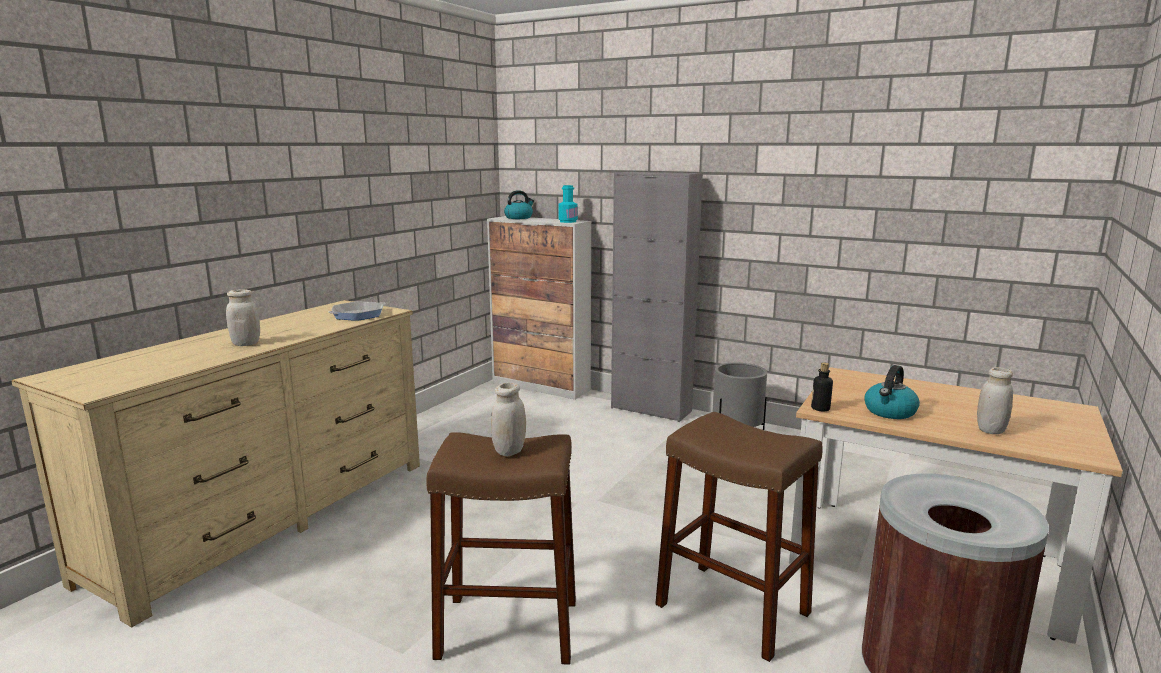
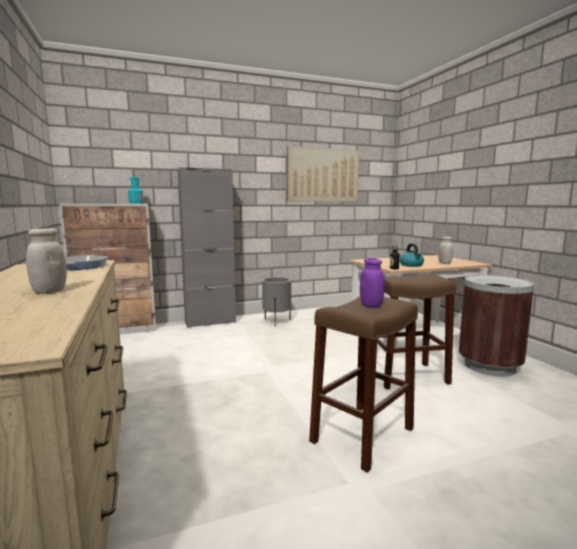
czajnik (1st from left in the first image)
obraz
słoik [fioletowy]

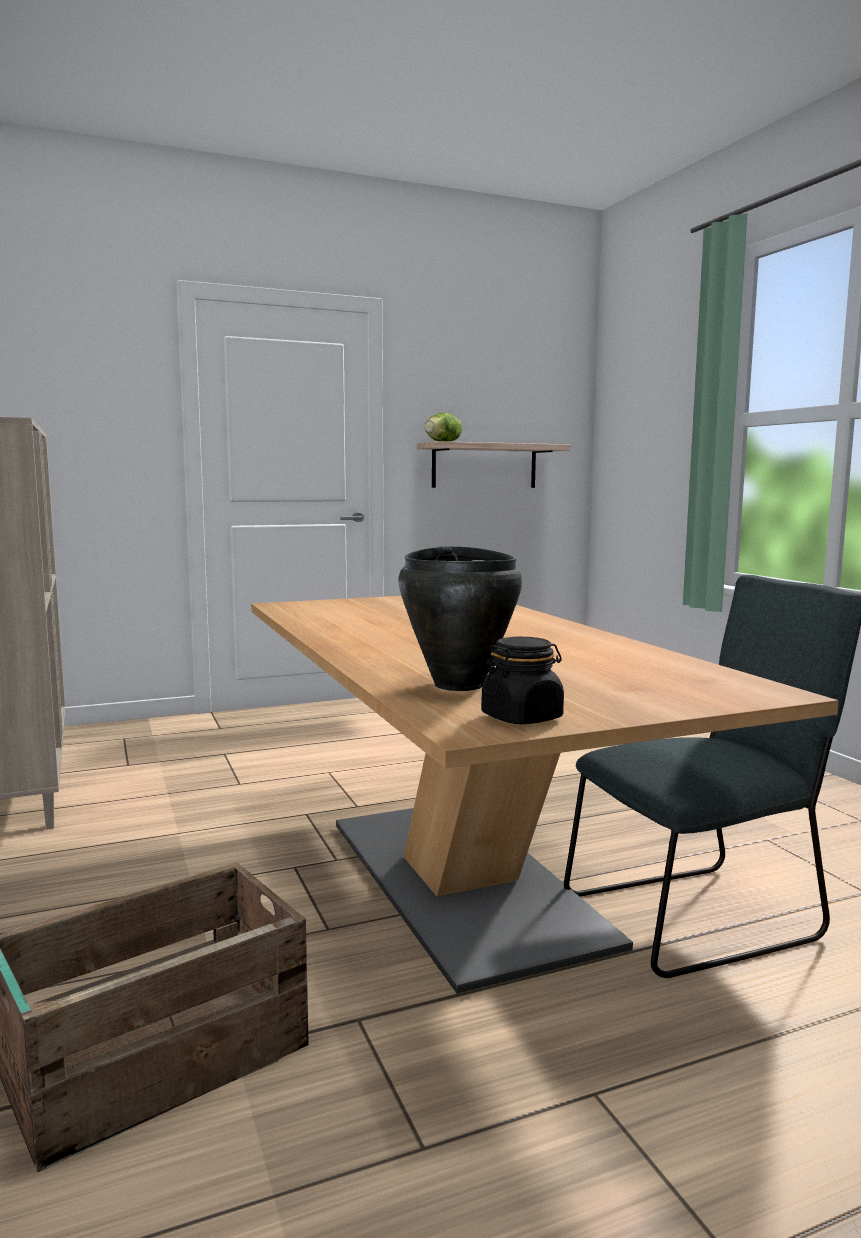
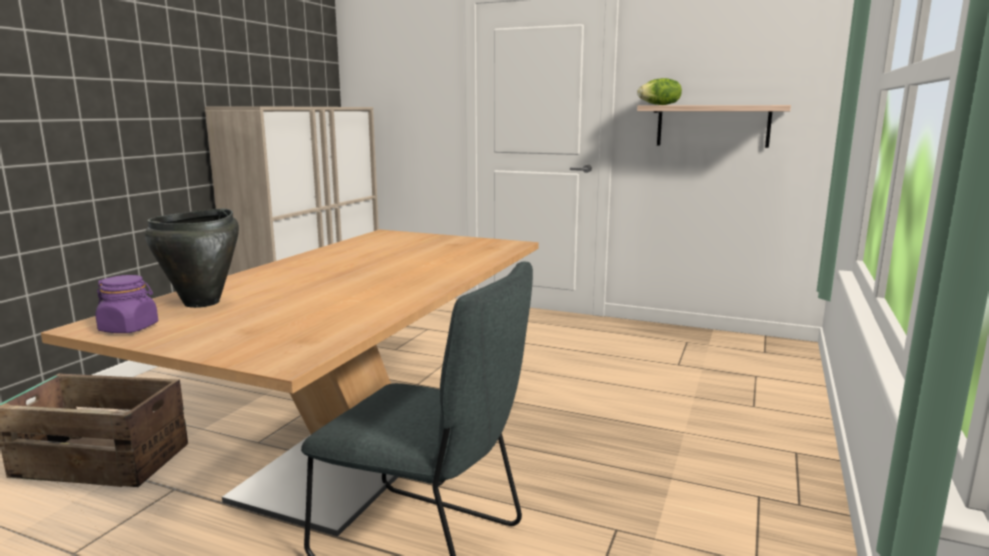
słoik [fioletowy]

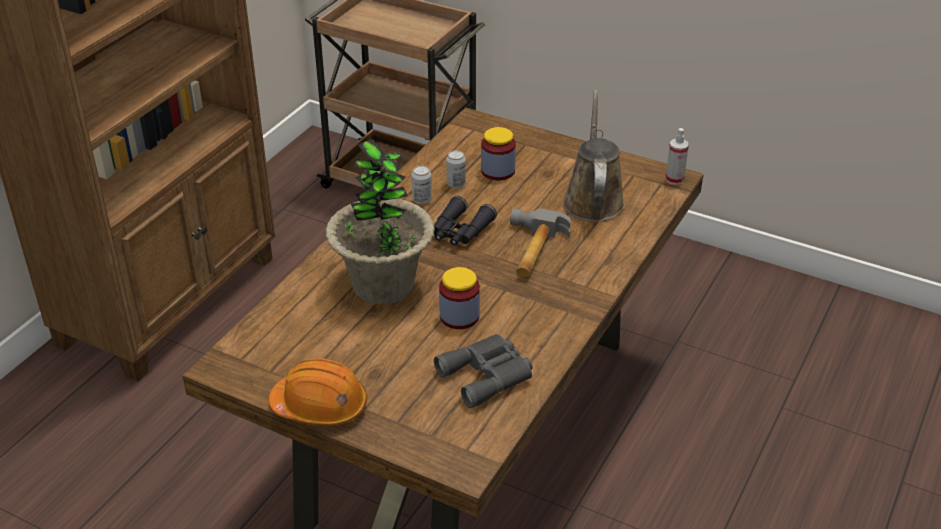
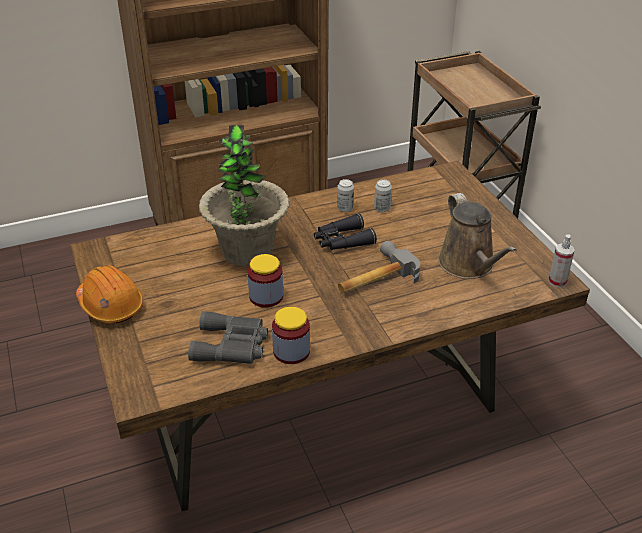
słoik (2nd from left)
konewka [brązowy]

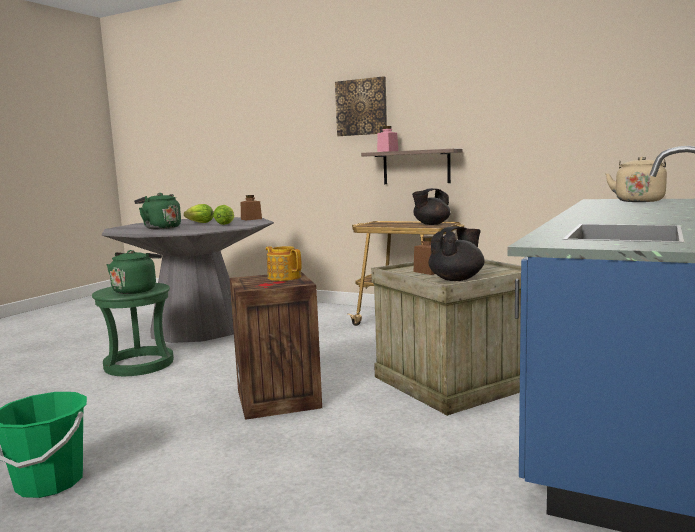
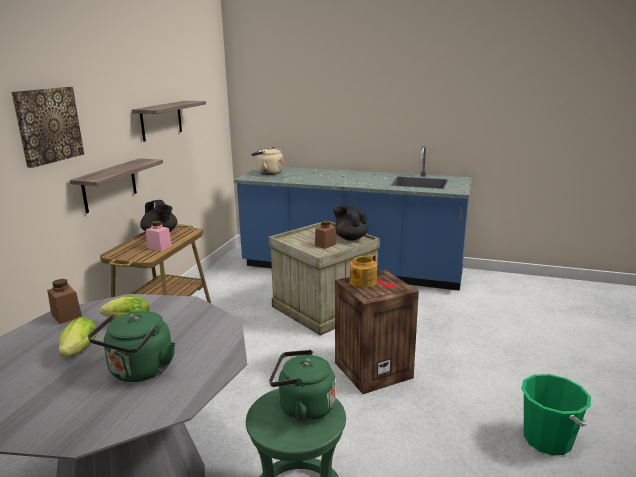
półka (2nd from left)
słoik [różowy]

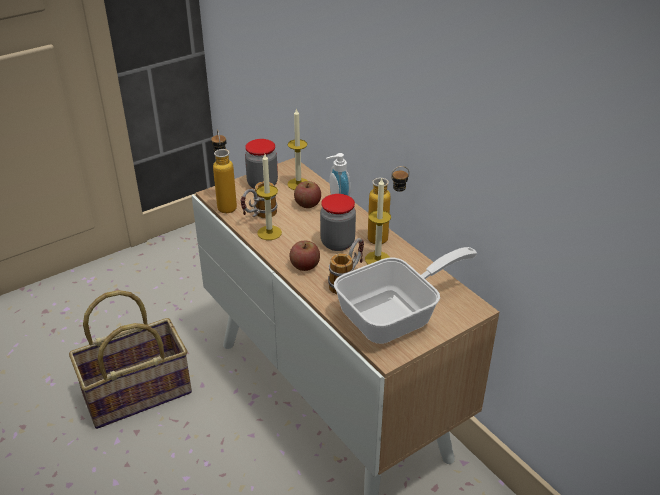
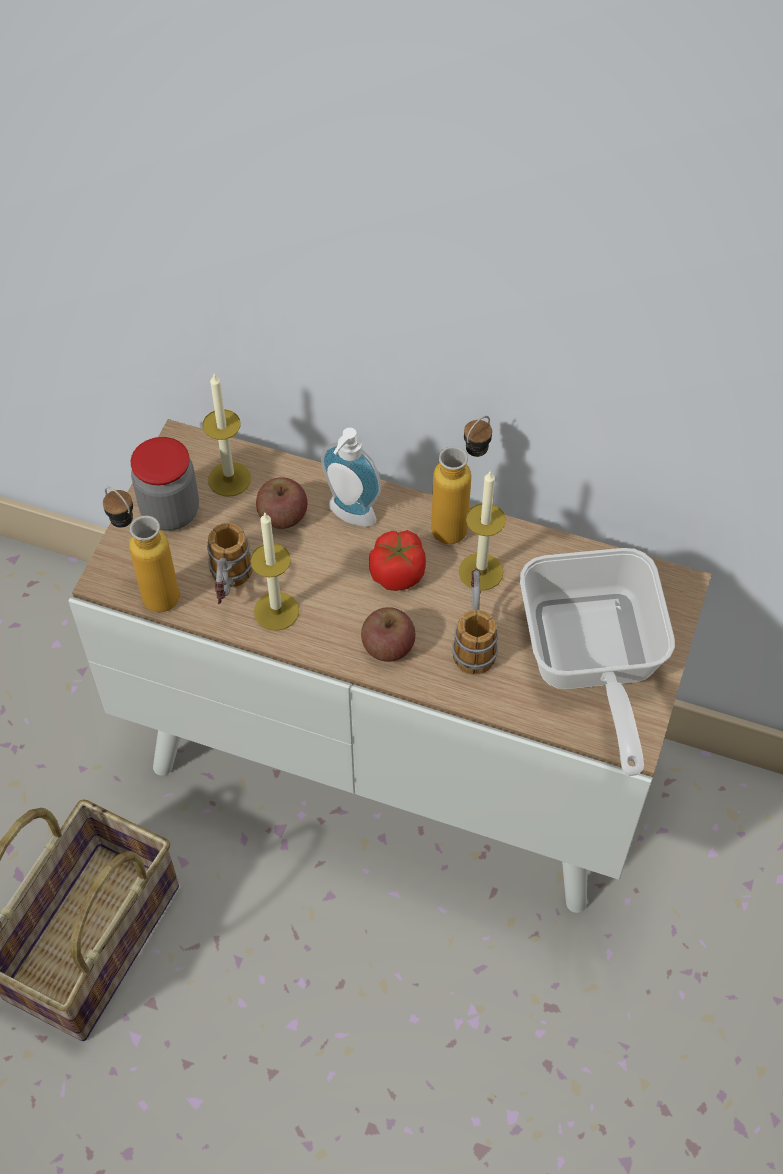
pomidor
patelnia

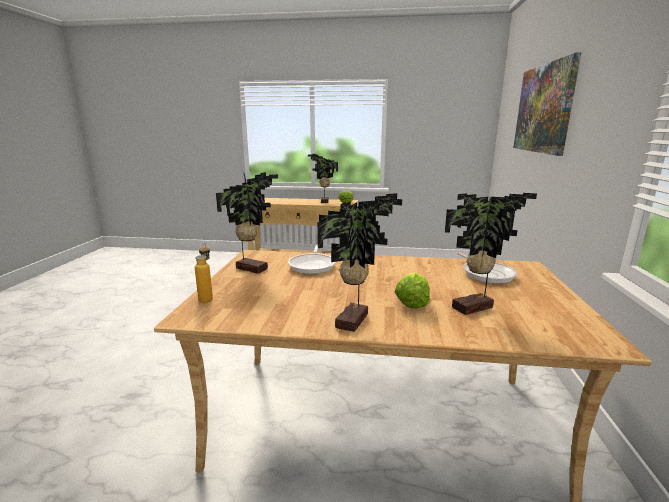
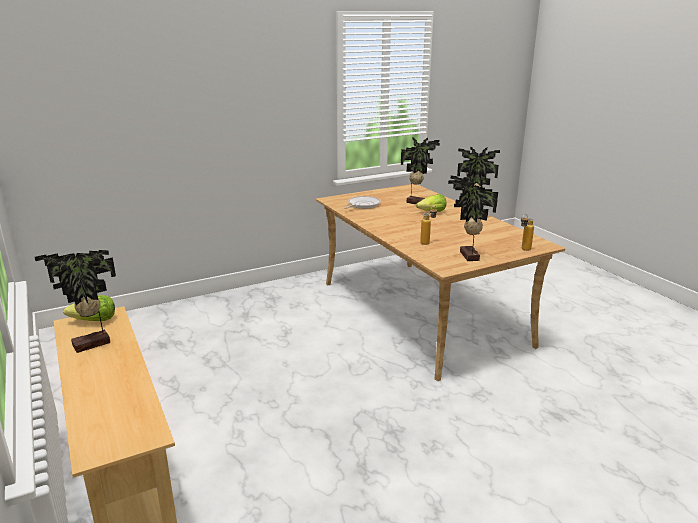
obraz
butelka (1st from left)

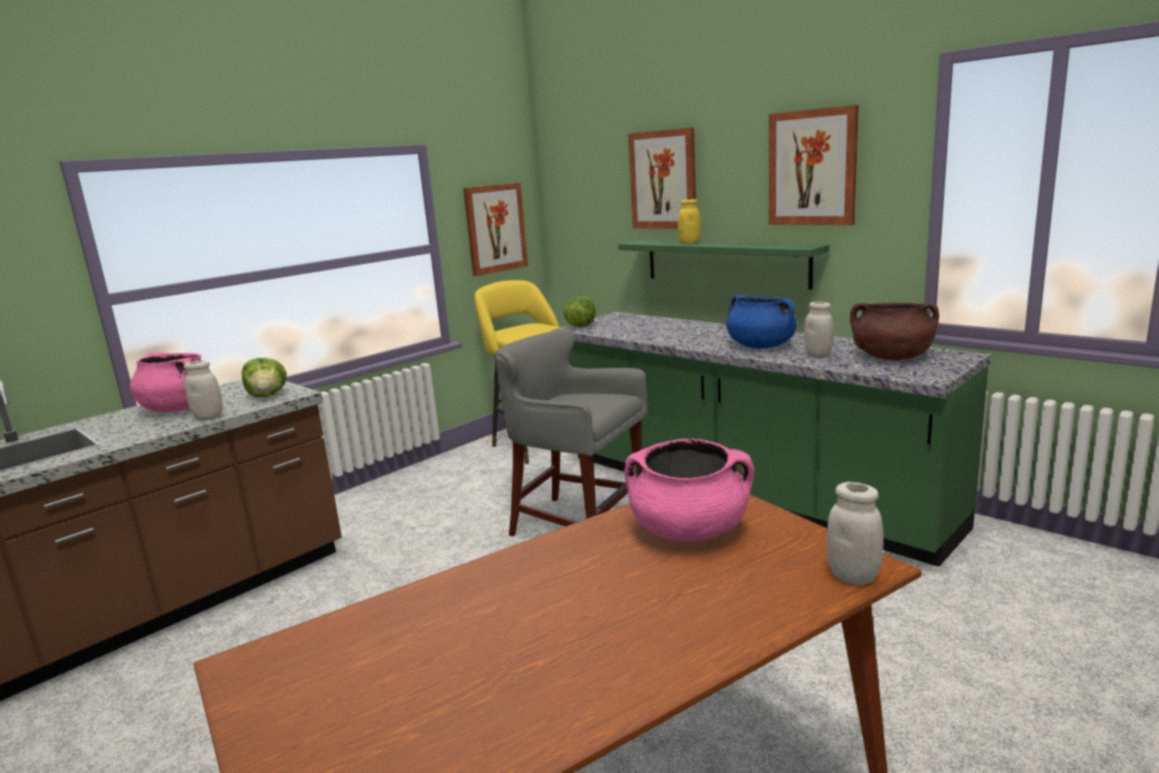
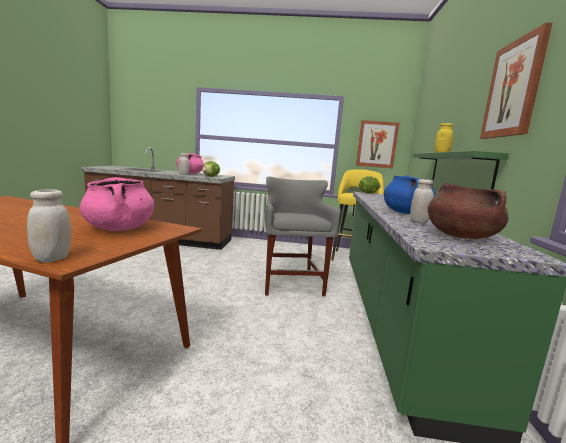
obraz (2nd from left in the first image)

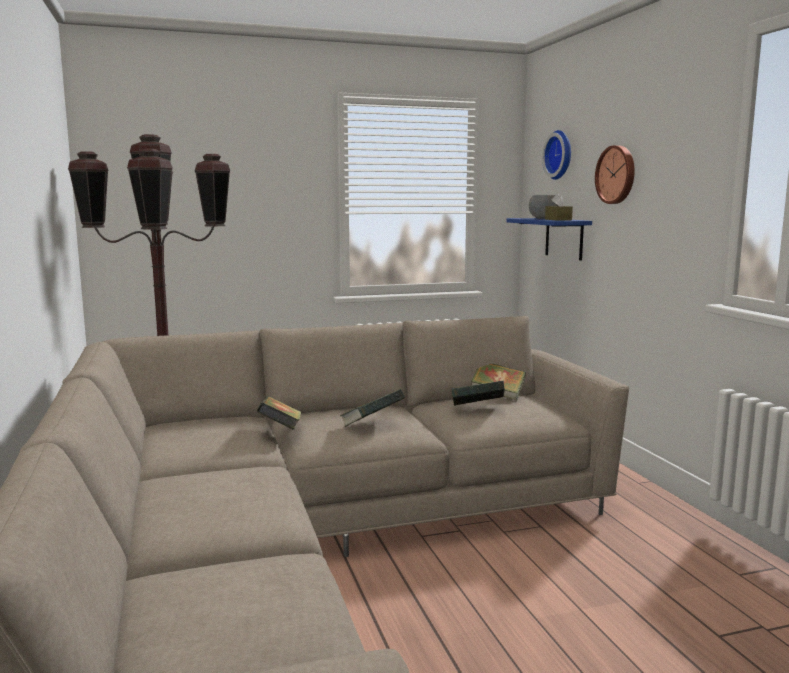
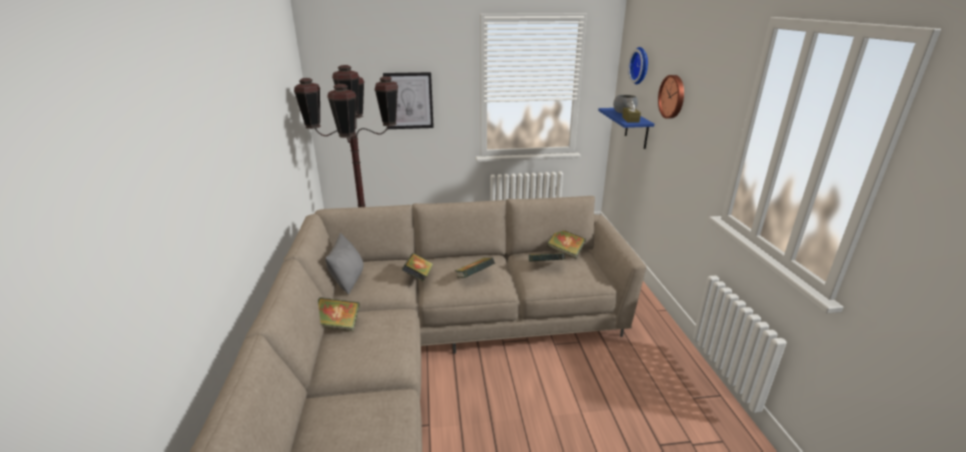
książka (1st from left)
poduszka [szary]
obraz

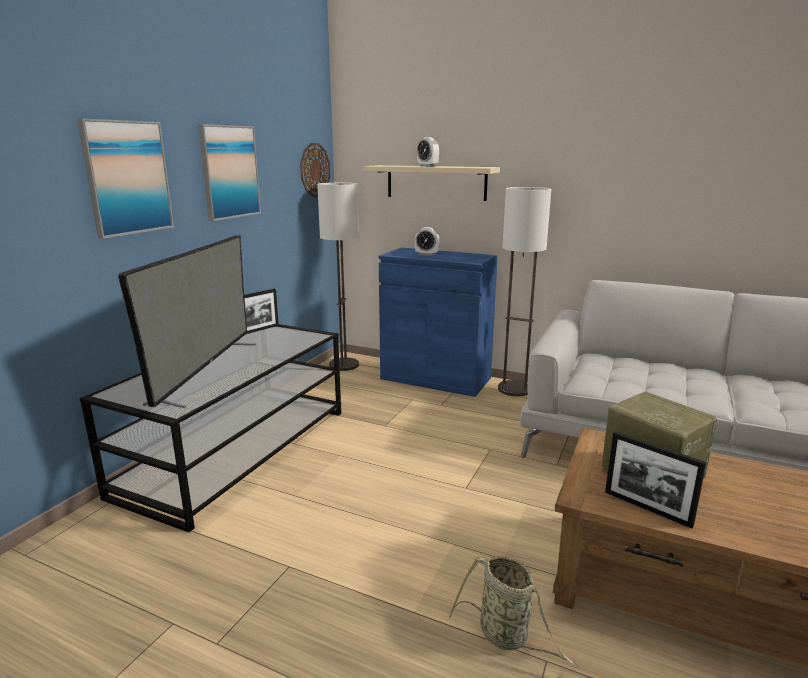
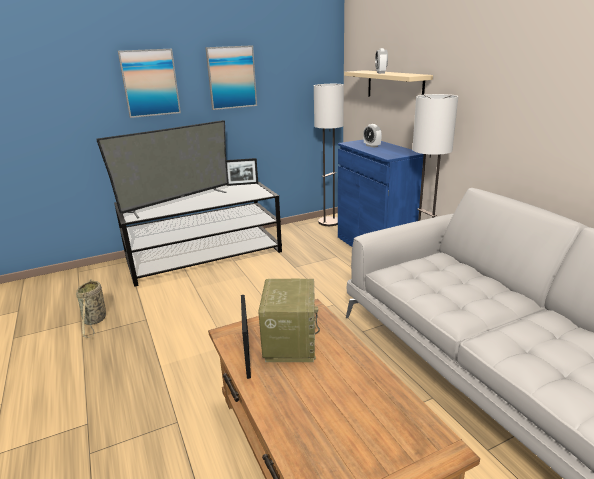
zegar ścienny
koszyk

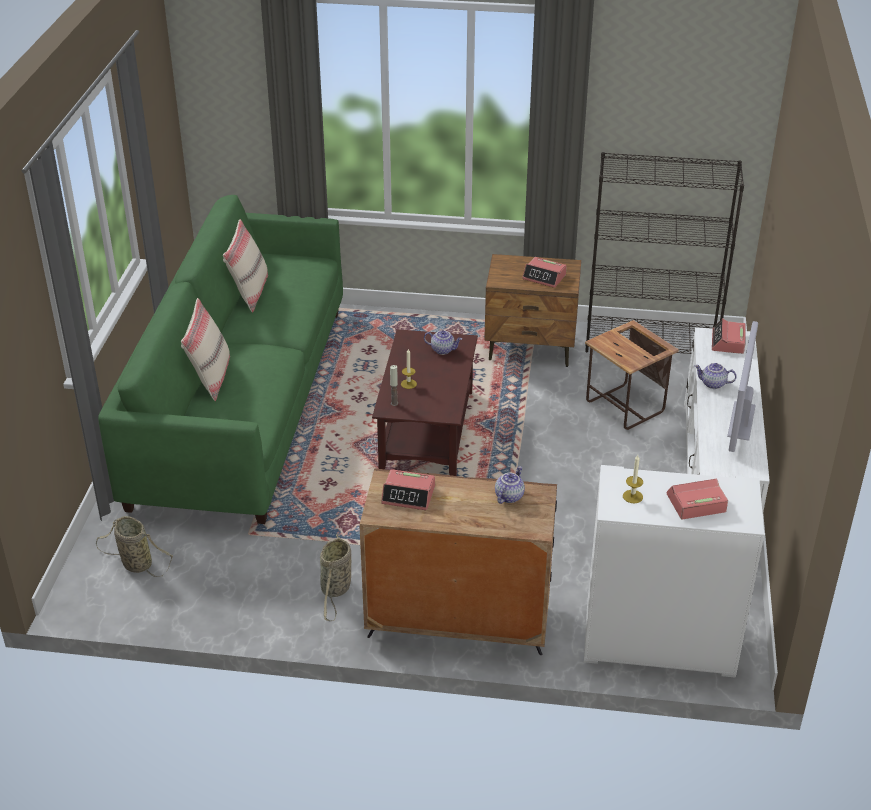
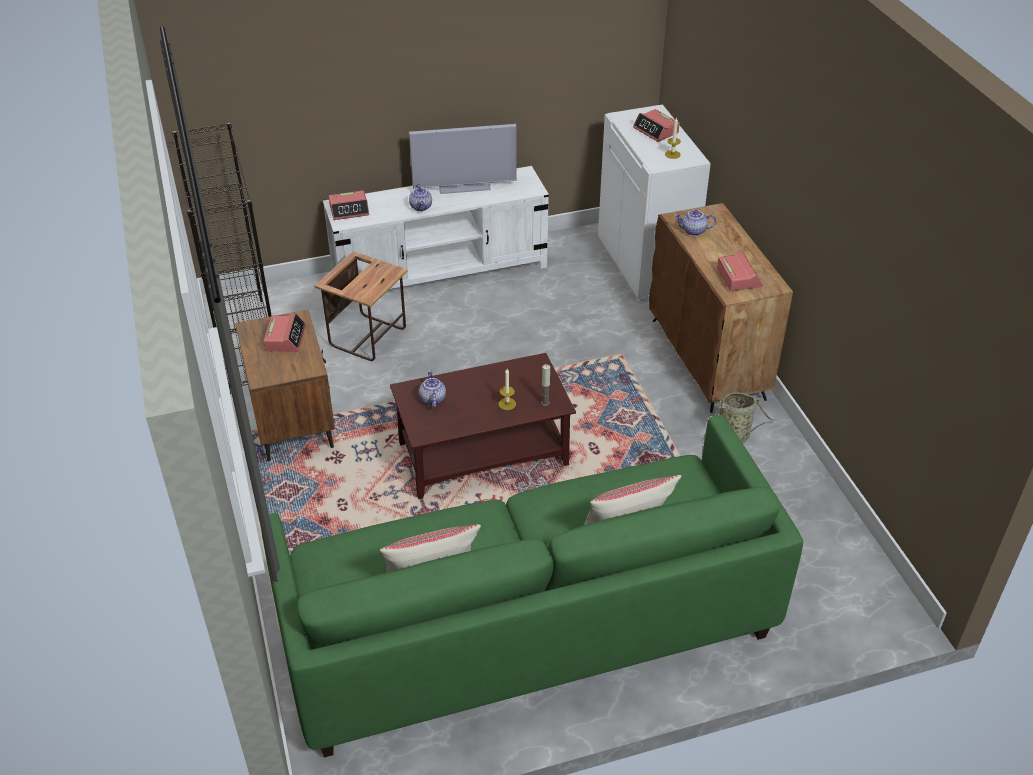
koszyk (1st from left in the first image)

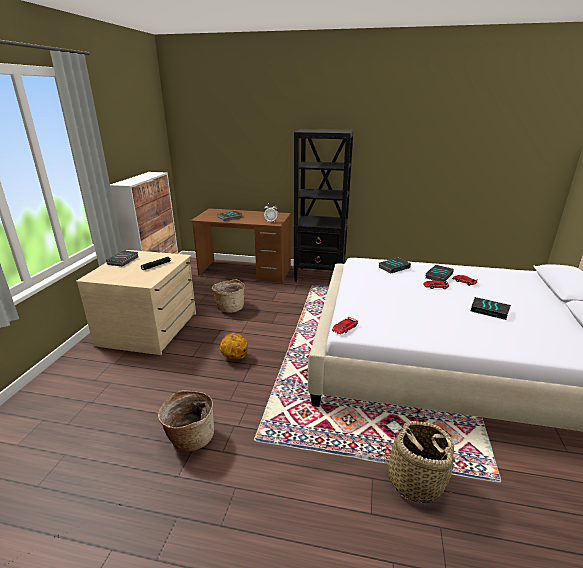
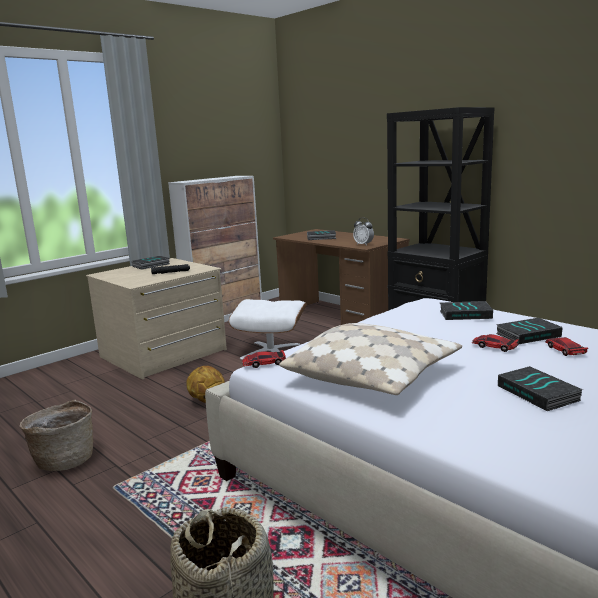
poduszka [beżowy]
pufa [biały]

